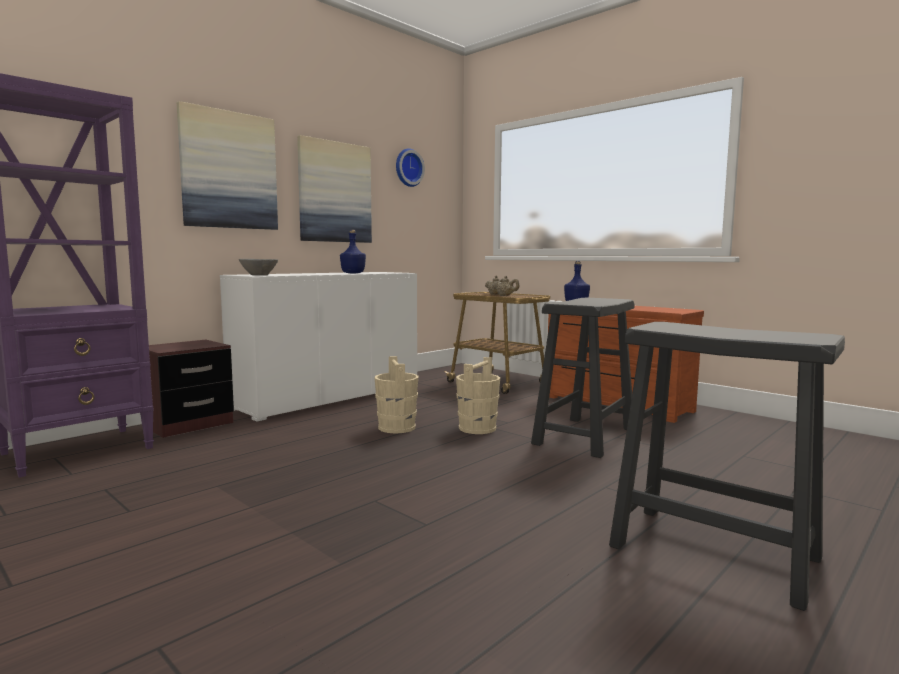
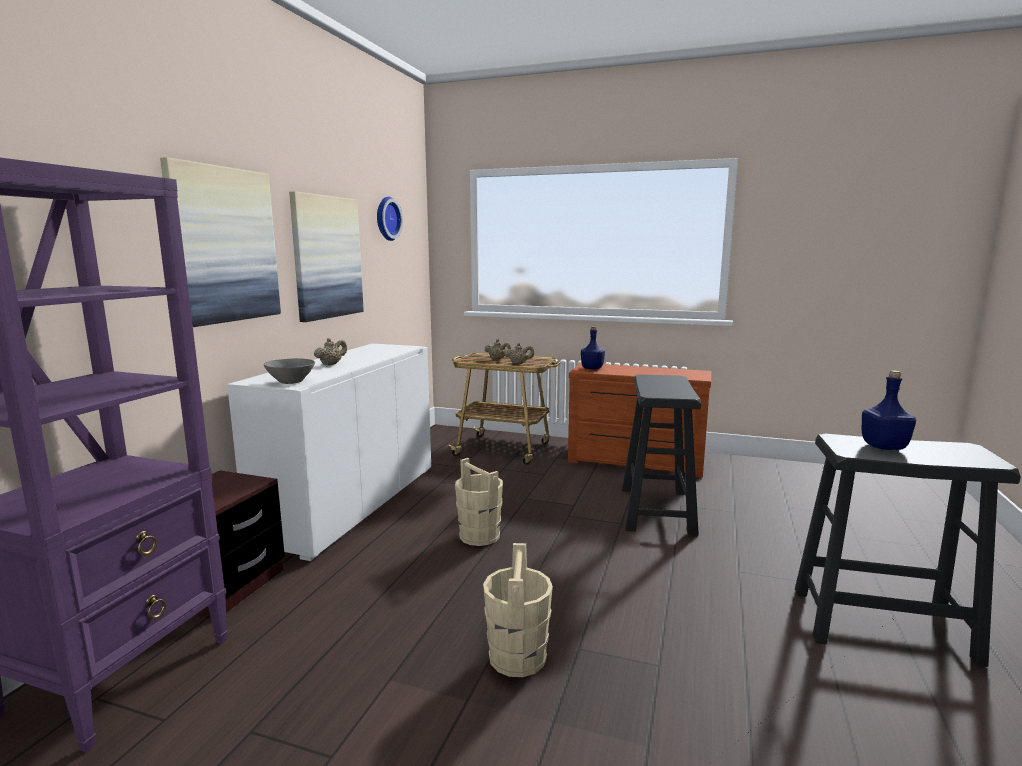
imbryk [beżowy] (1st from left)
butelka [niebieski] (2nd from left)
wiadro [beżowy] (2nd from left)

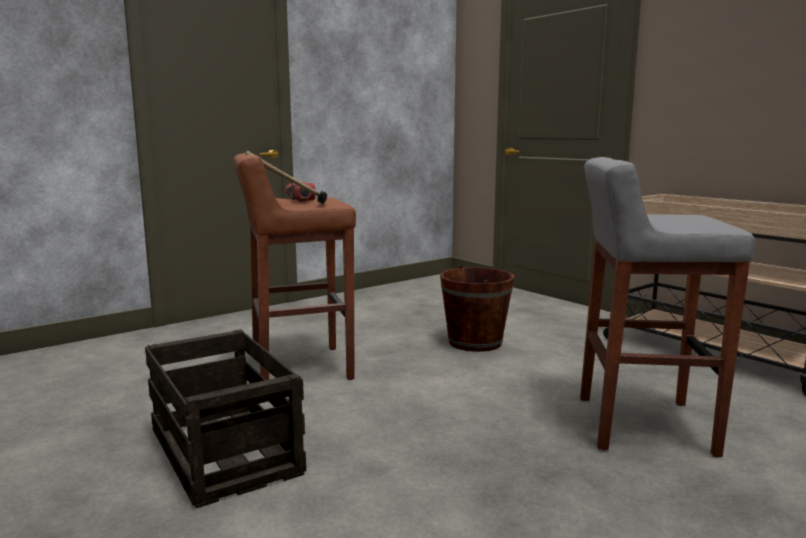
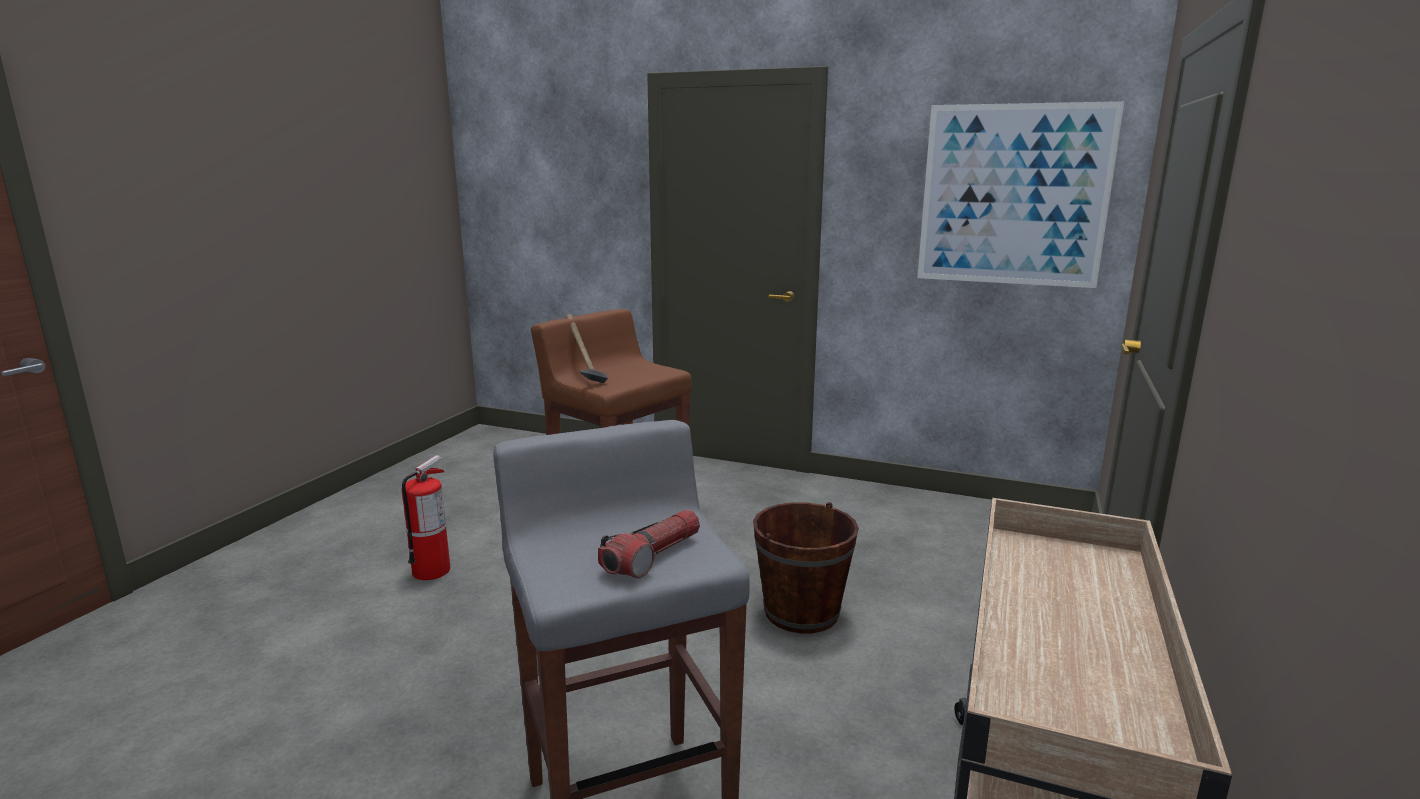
obraz
latarka
gaśnica

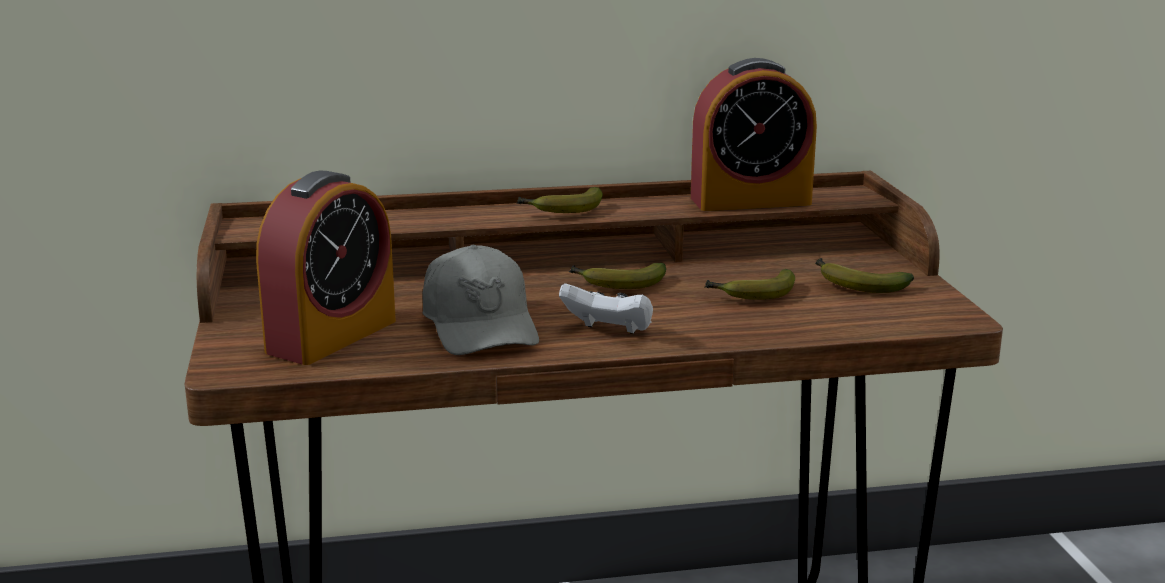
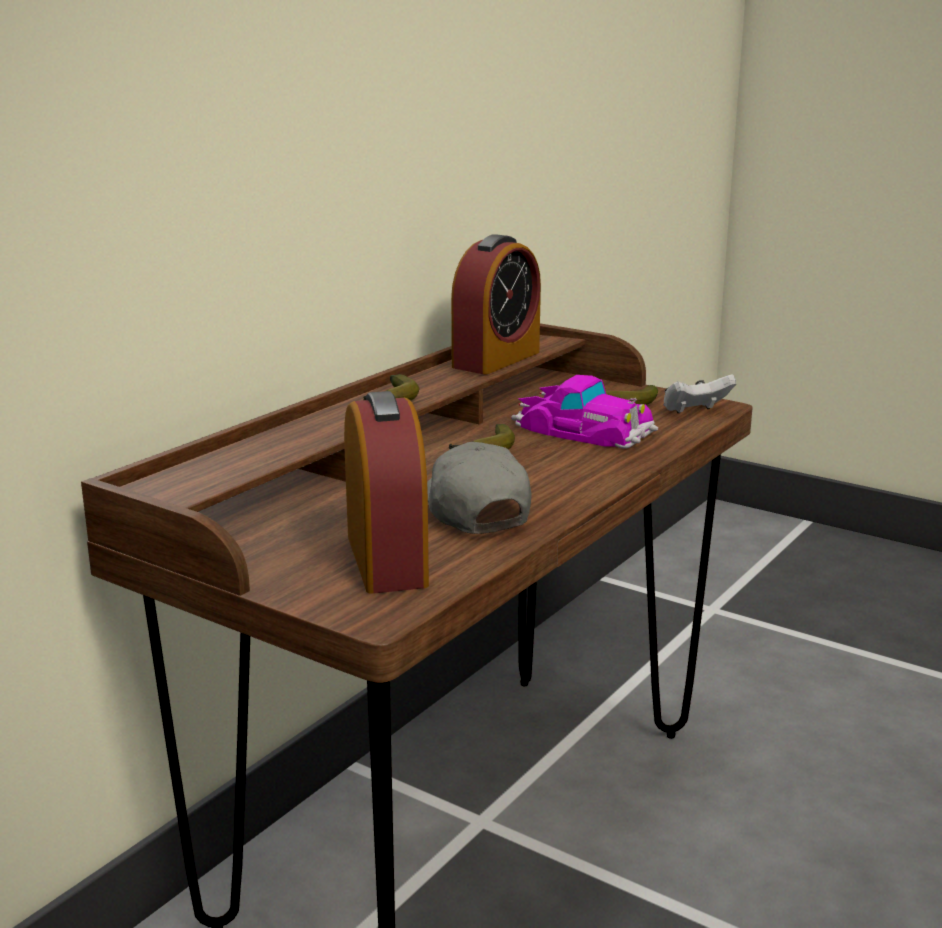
pad do gier [biały]
samochodzik
czapka z daszkiem [szary]

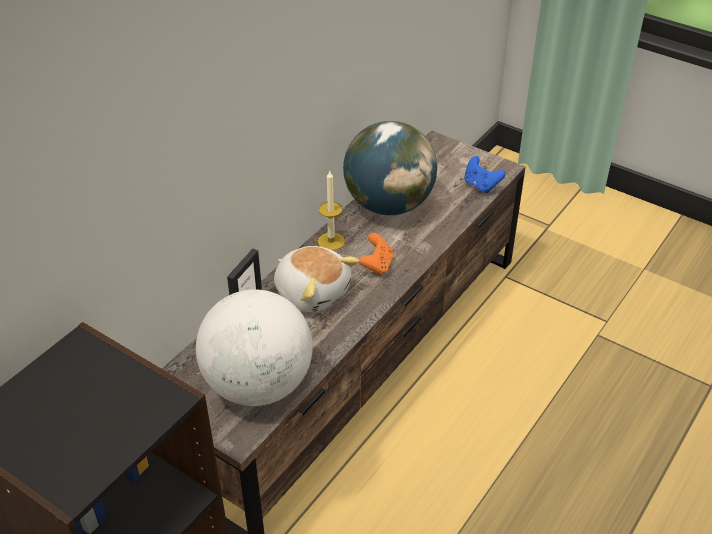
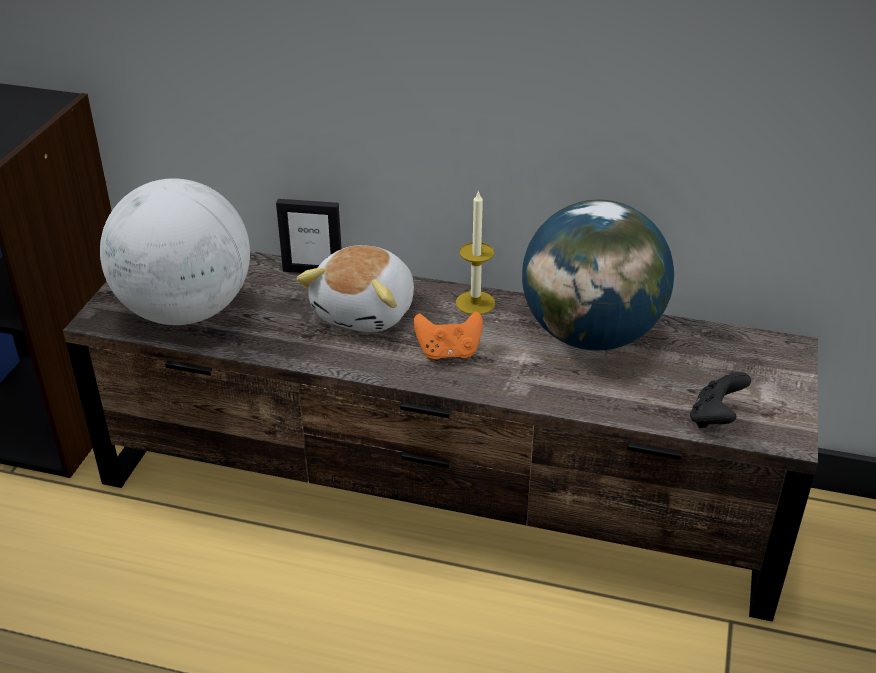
pad do gier [czarny]

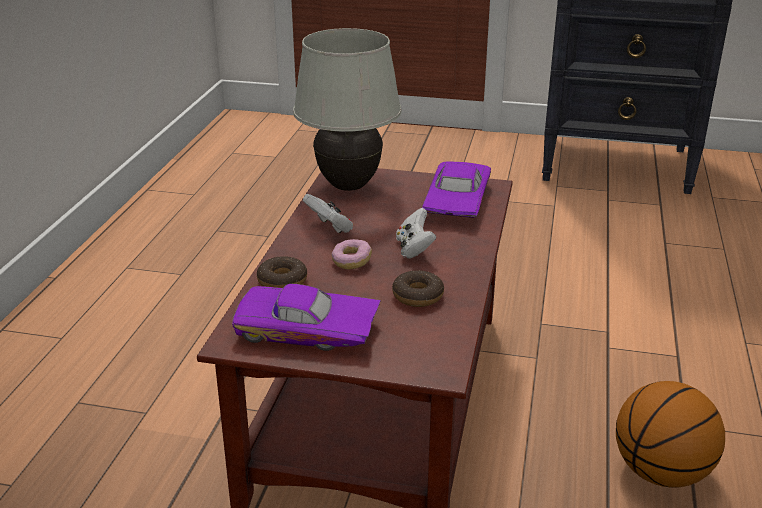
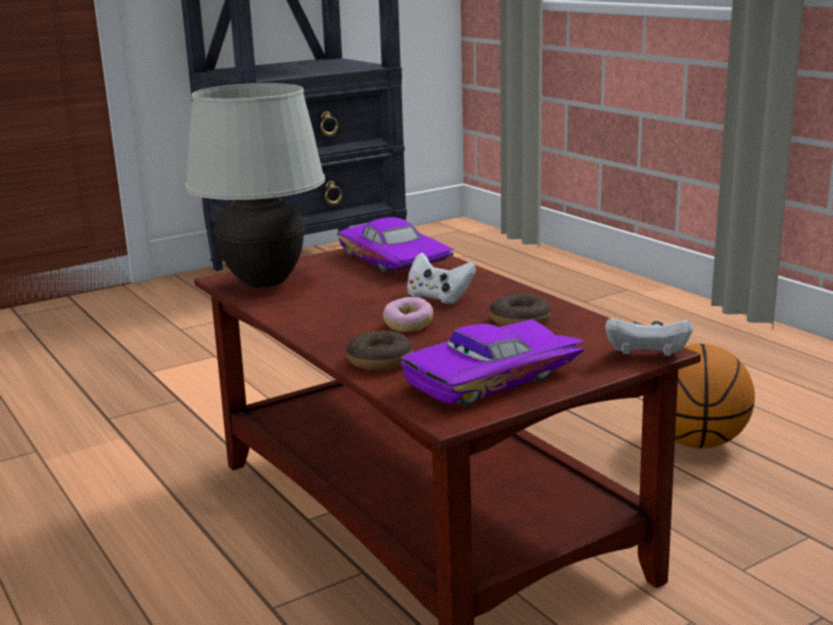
pad do gier [biały] (2nd from left)

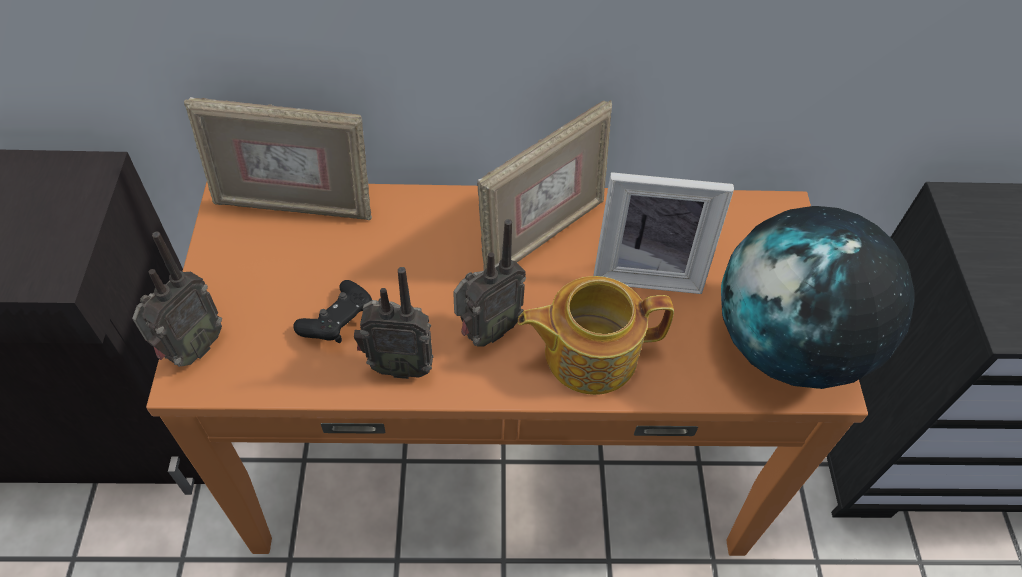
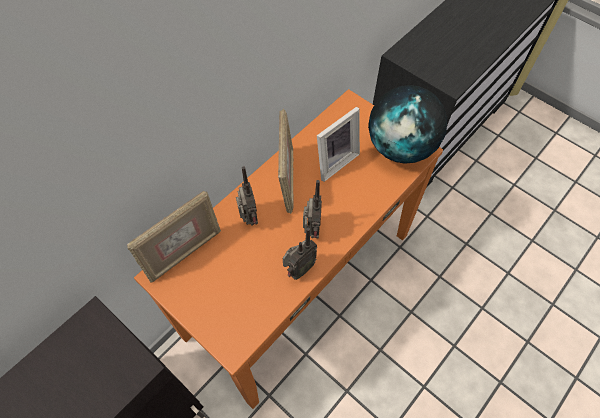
pad do gier [czarny]
imbryk
radio (1st from left)

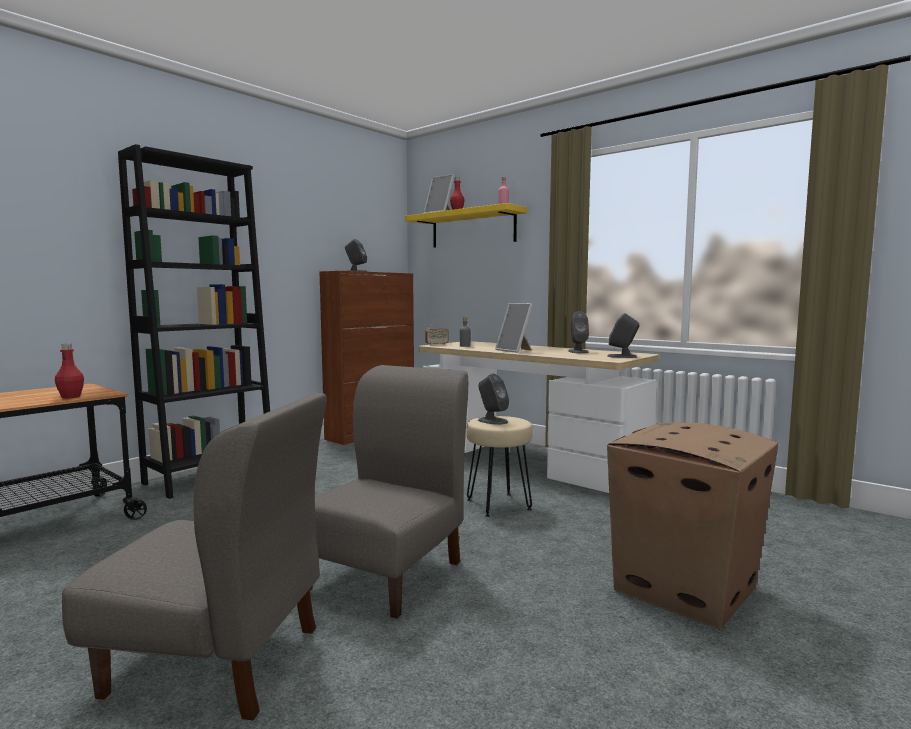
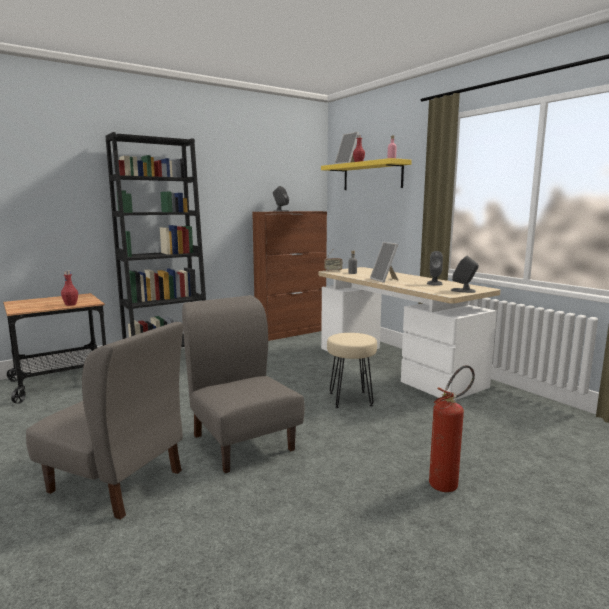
głośnik [szary] (2nd from left in the first image)
gaśnica
krzesło [szary] (2nd from left)

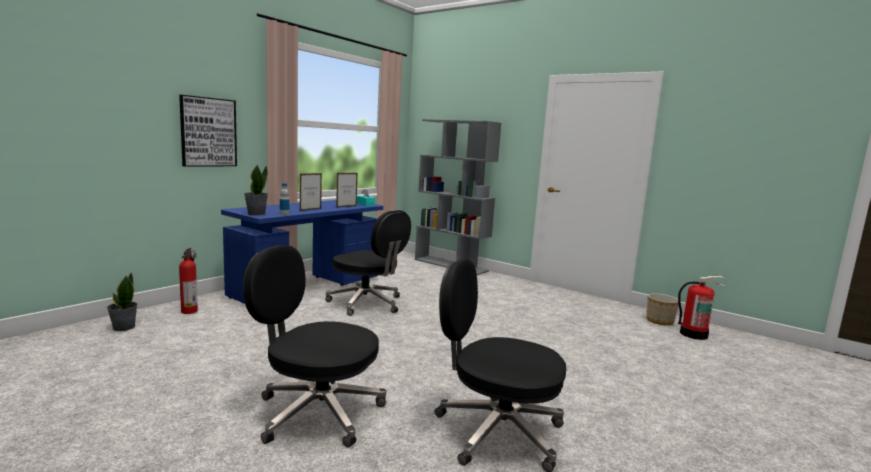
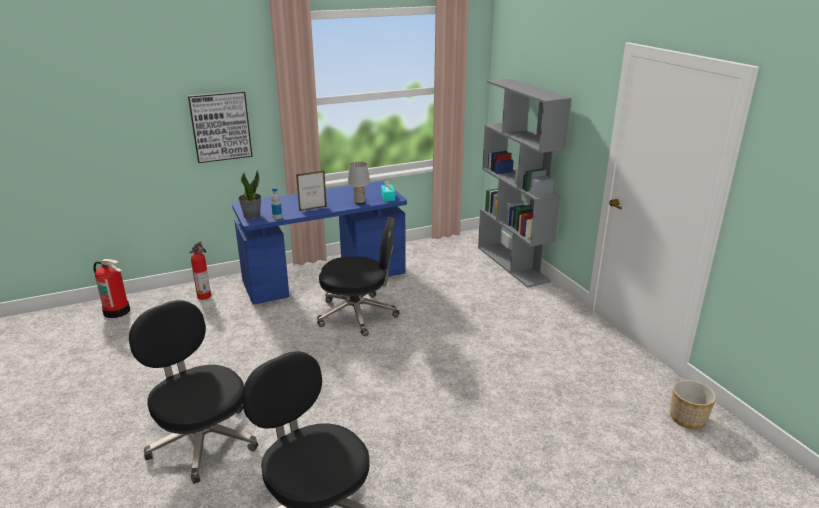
roślina doniczkowa (1st from left in the first image)
gaśnica (1st from left)
lampa stołowa [szary]
krzesło biurowe [czarny] (3rd from left)

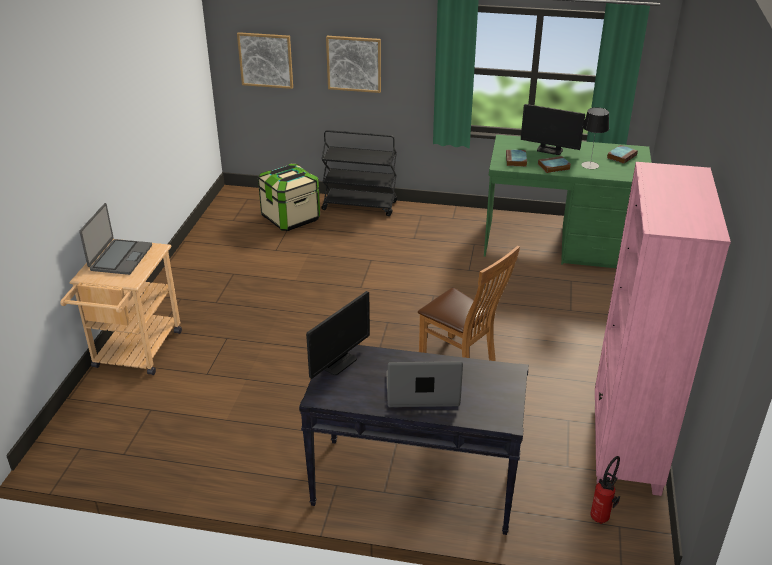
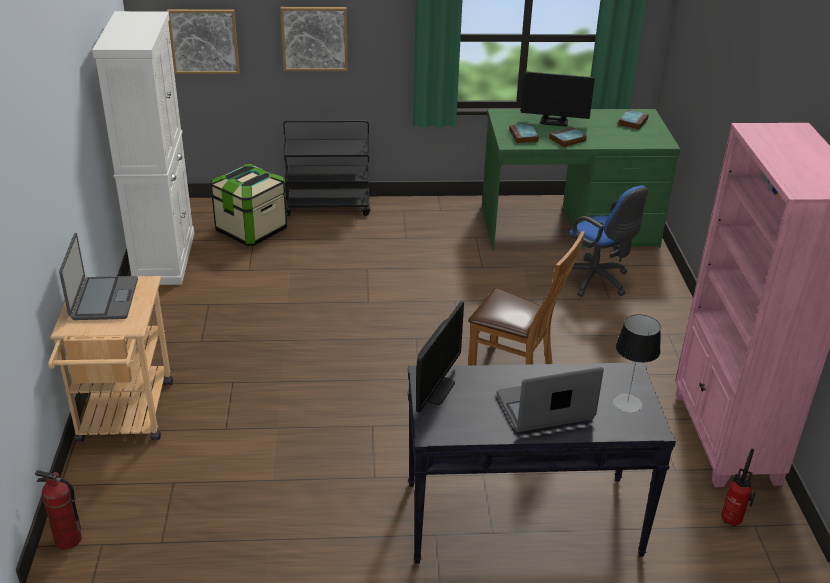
gaśnica (1st from left)
szafka [biały]
krzesło biurowe [niebieski]
lampa stołowa

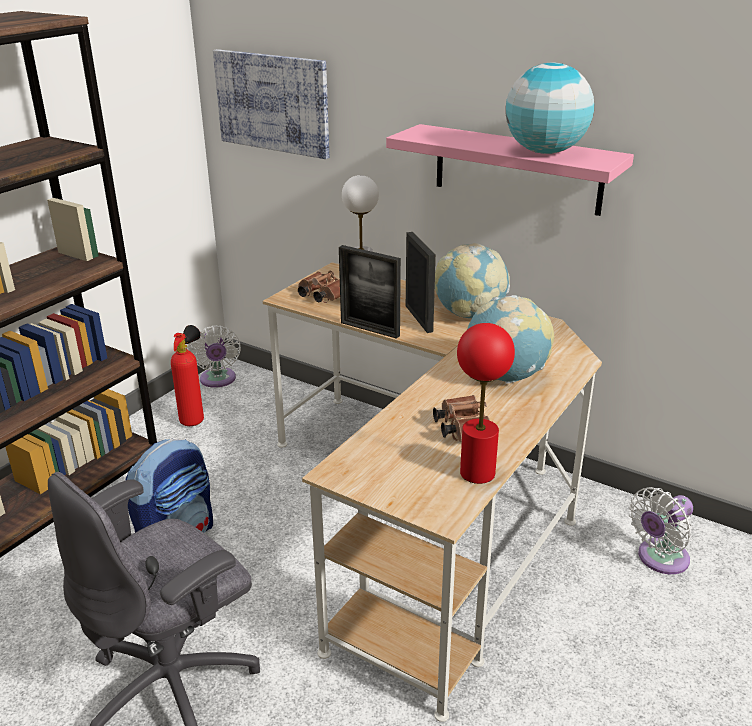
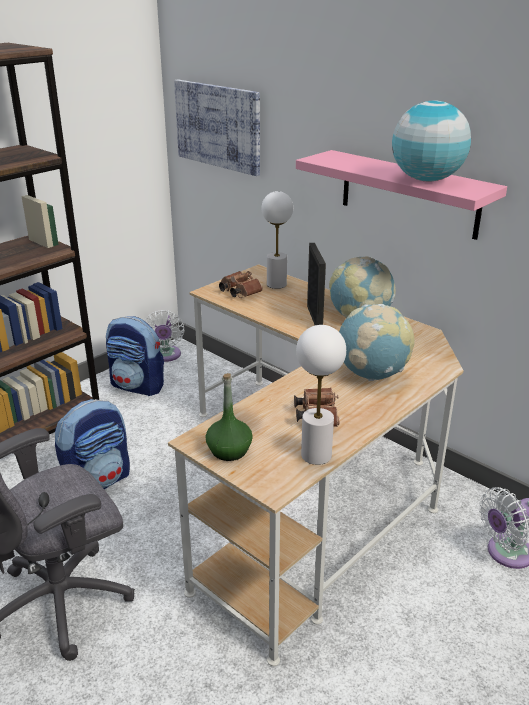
ramka na zdjęcie (1st from left in the first image)
butelka [zielony]
plecak (2nd from left)
lampa stołowa [biały] (2nd from left)

